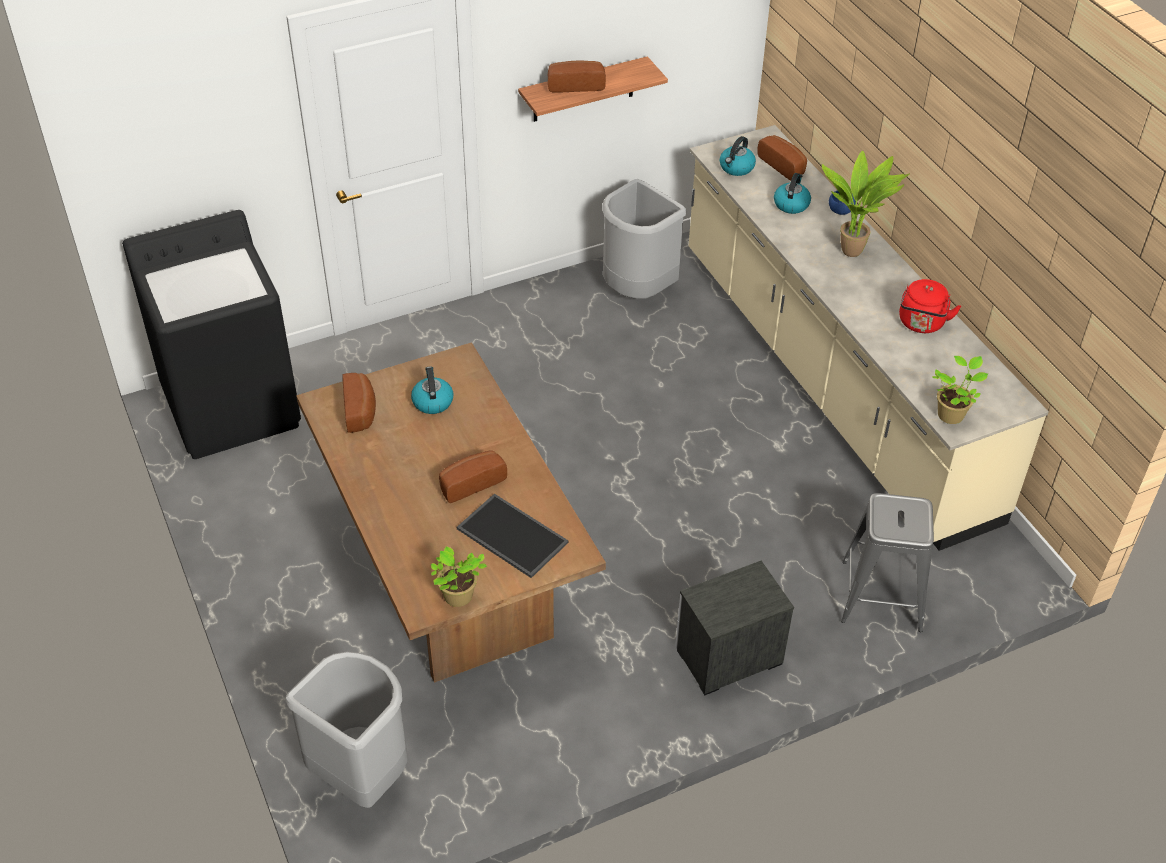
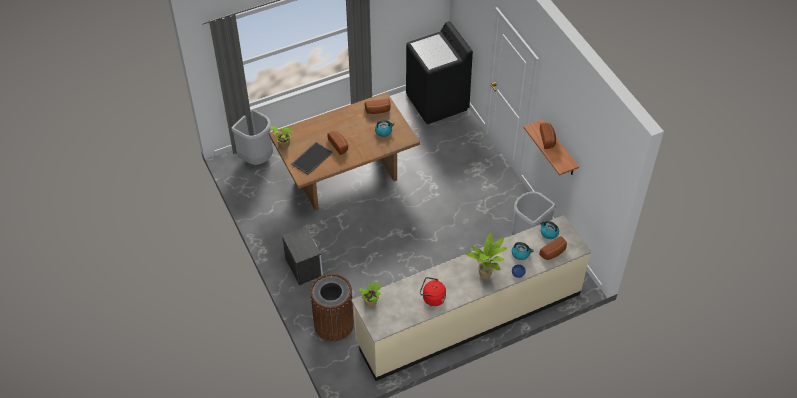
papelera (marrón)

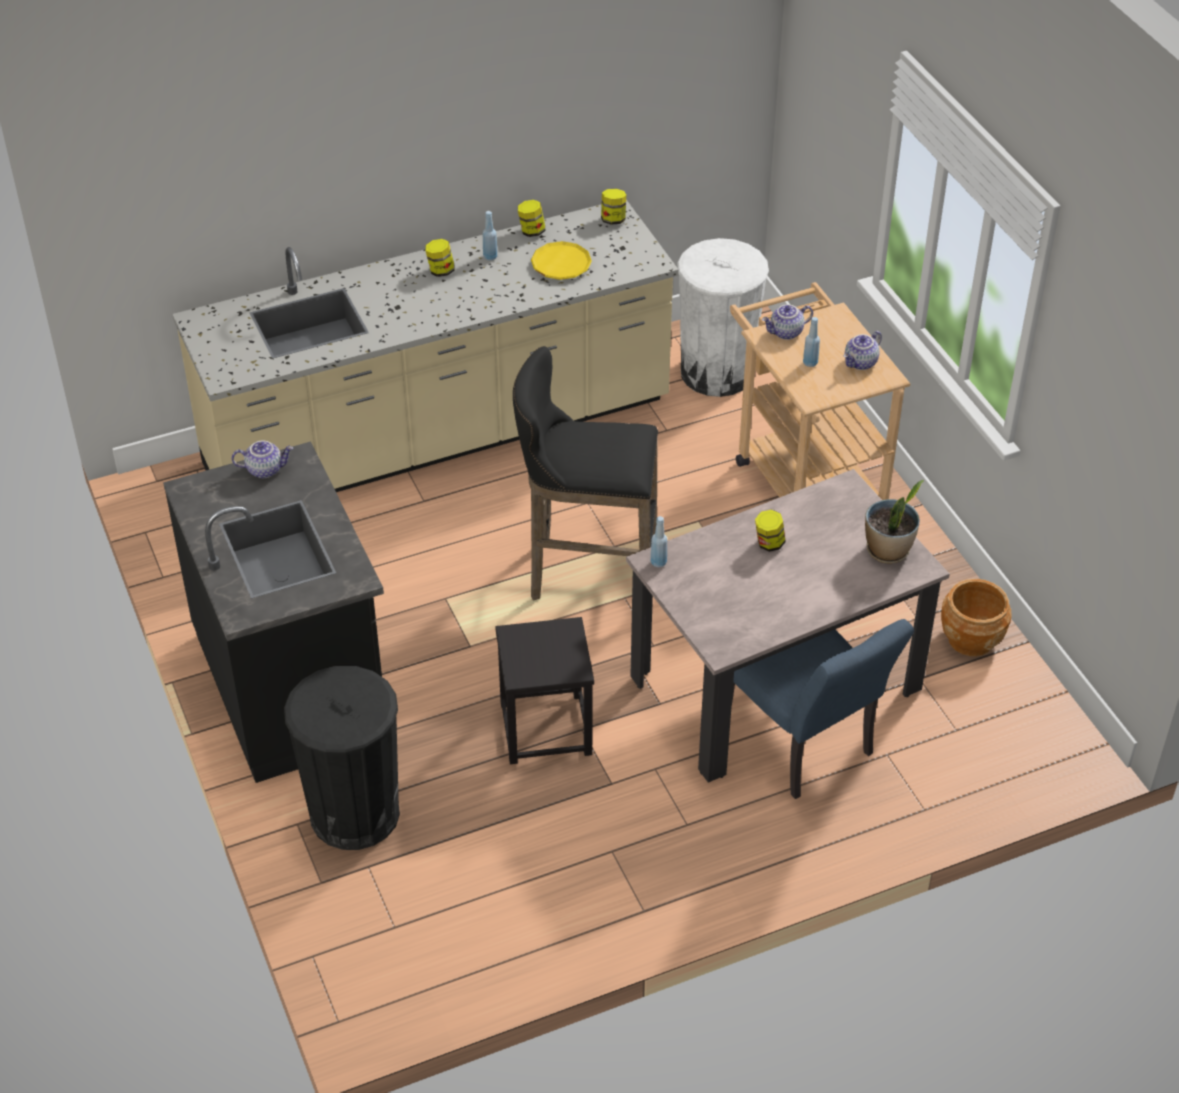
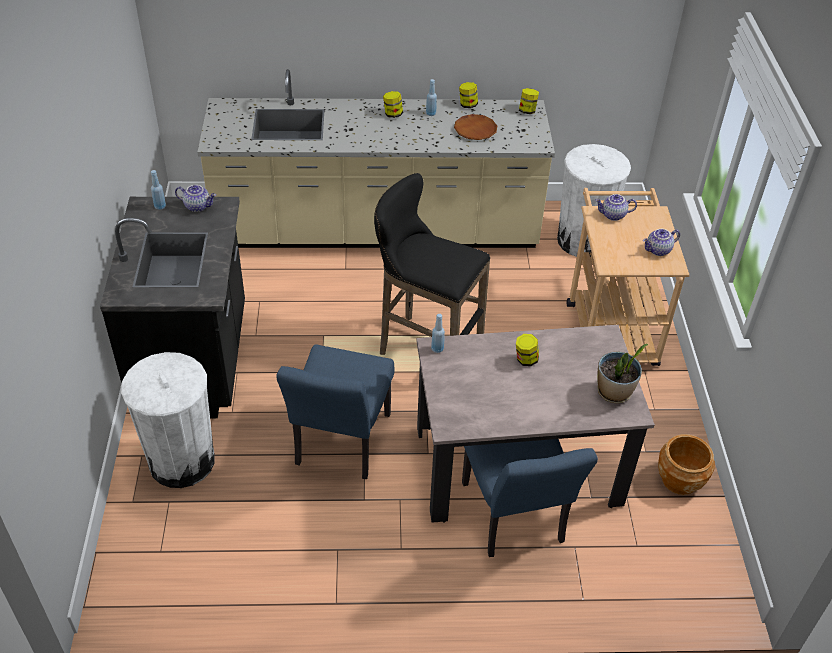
plato (marrón)
botella (azul) (no. 1 from left)
silla (azul) (no. 1 from left)
papelera (blanco) (no. 1 from left)

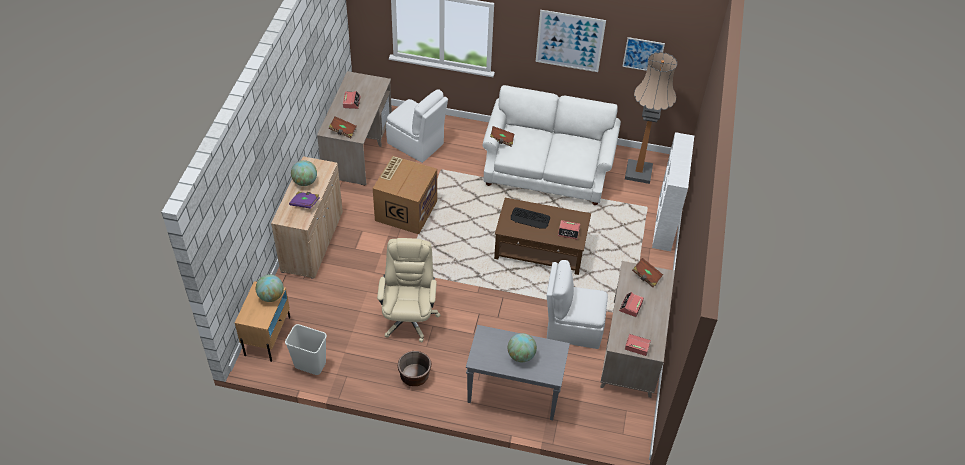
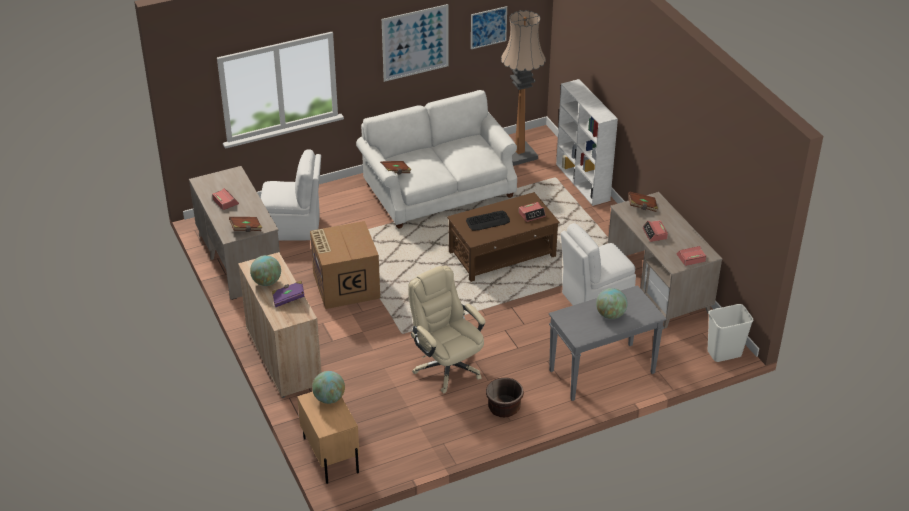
papelera (blanco)

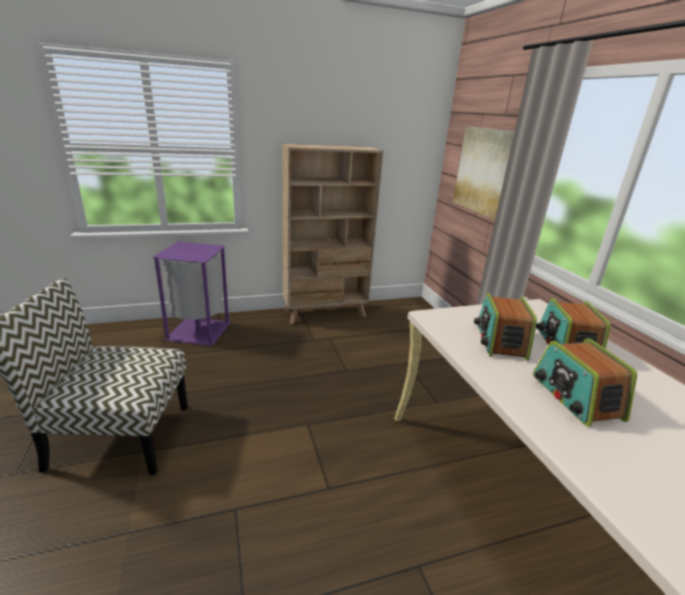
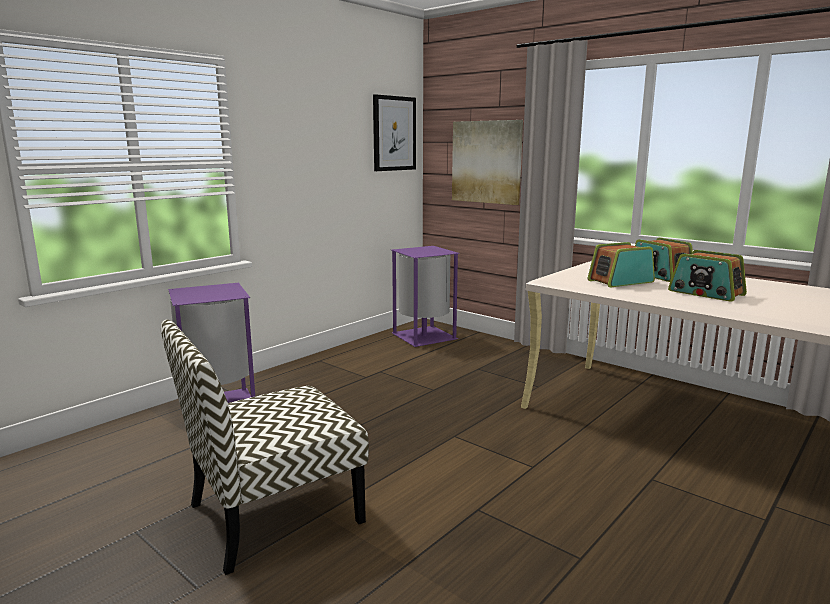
estantería (beis)
radio (no. 1 from left)
cuadro (no. 1 from left)
papelera (morado) (no. 2 from left)

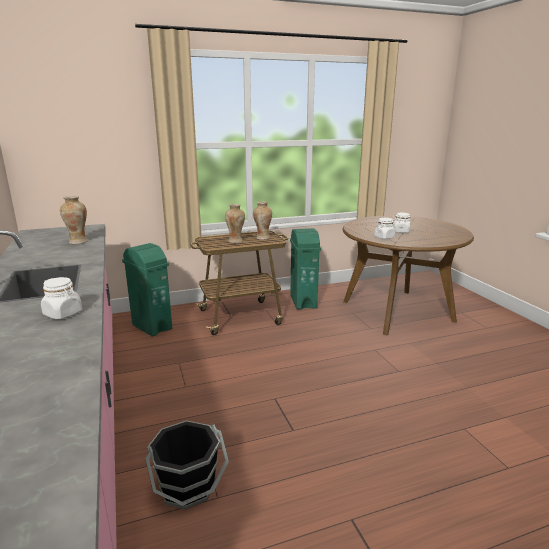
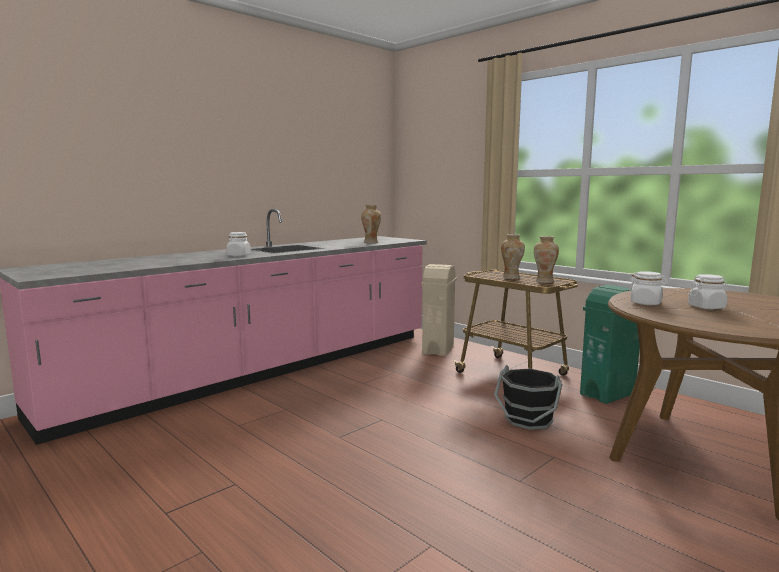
papelera (beis)
cubo (negro)

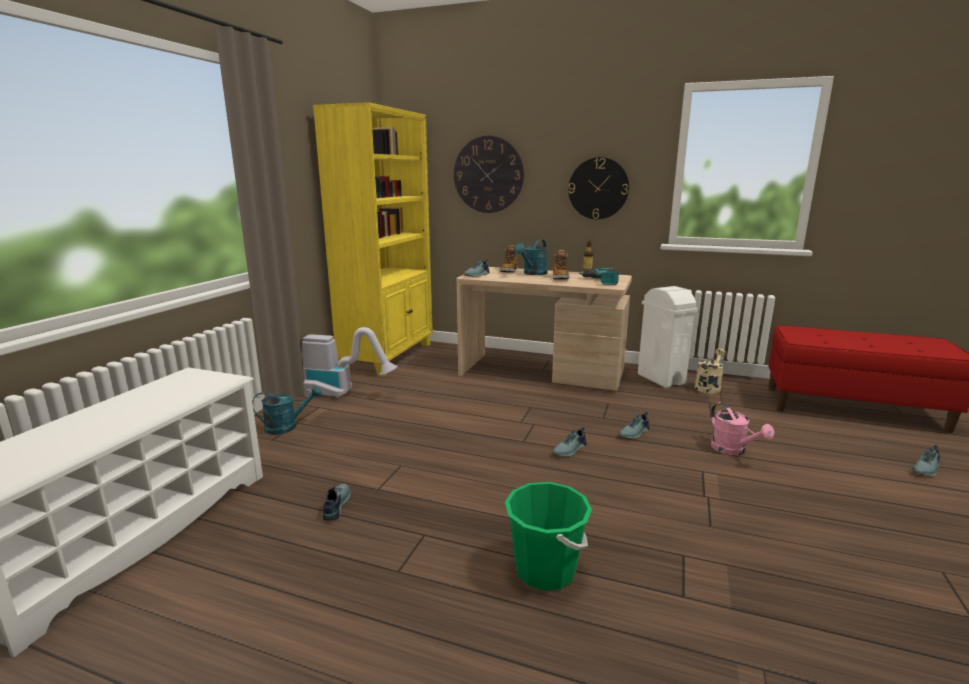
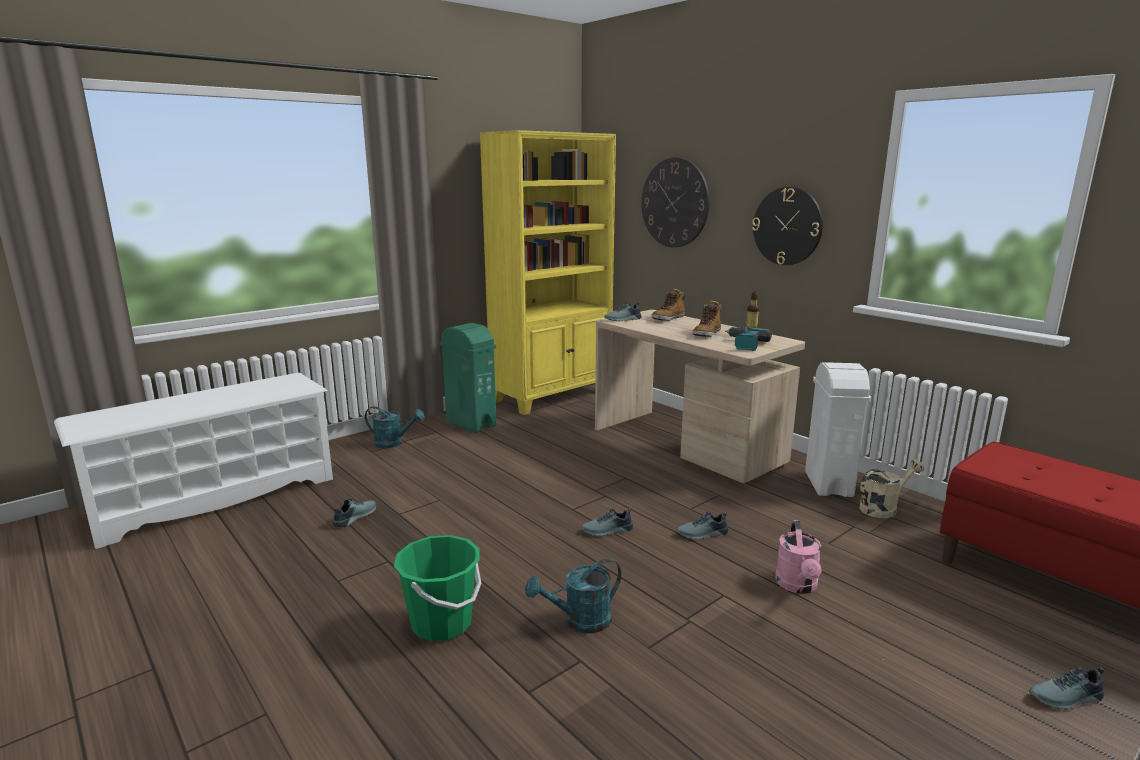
regadera (turquesa) (no. 2 from left)
papelera (verde)

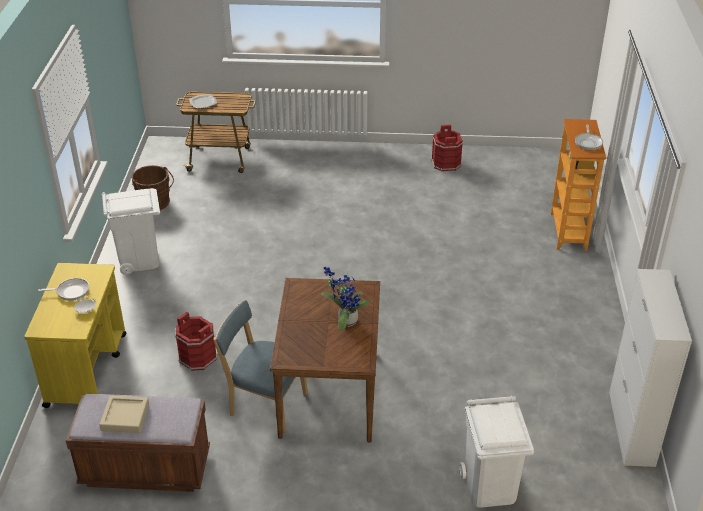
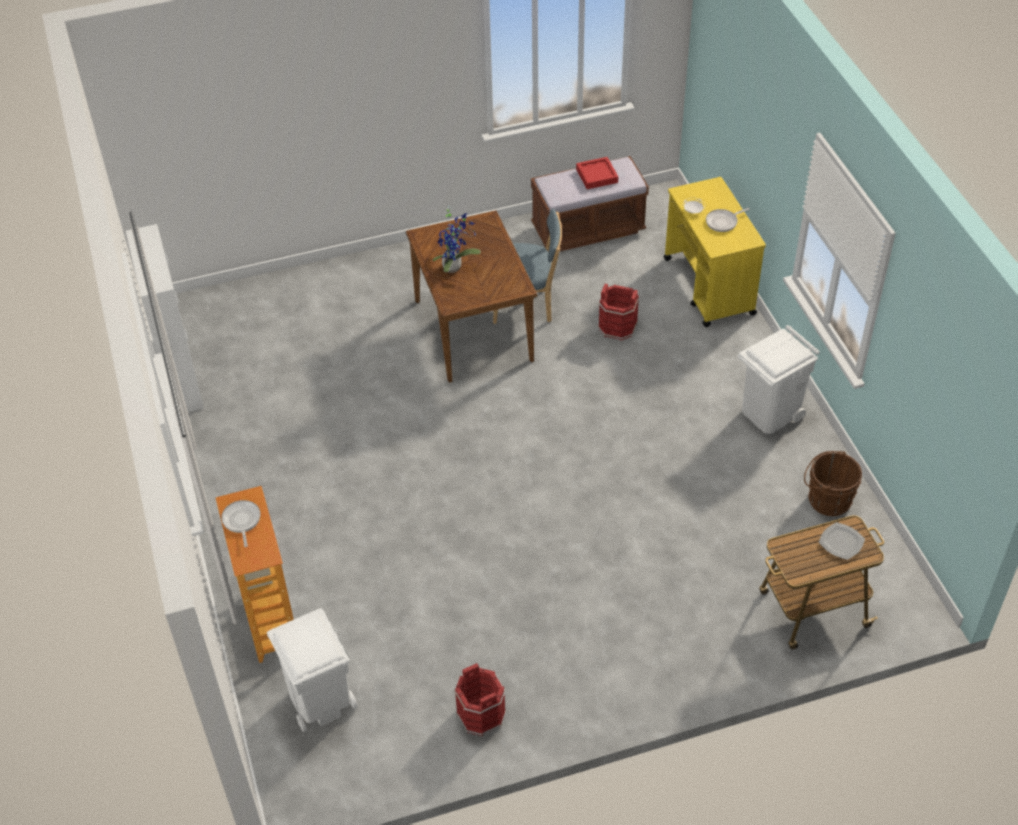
bandeja (rojo)
papelera (blanco) (no. 1 from left)

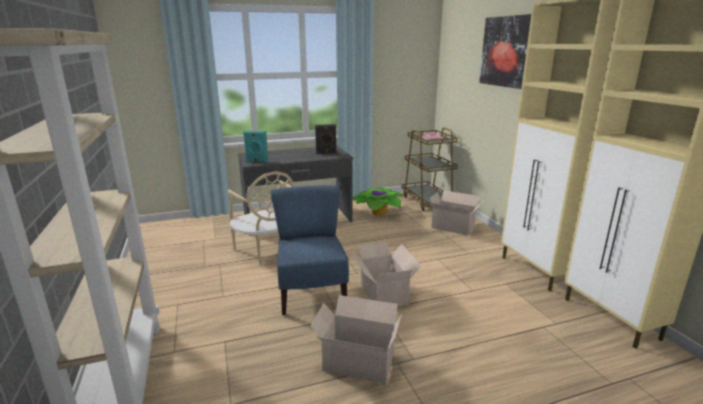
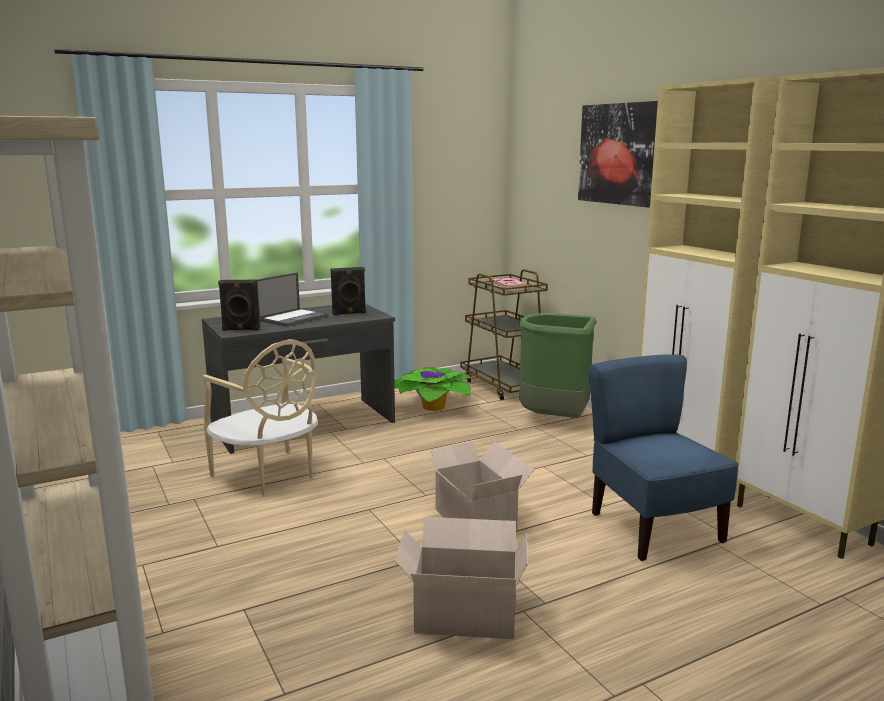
altavoz (negro) (no. 1 from left)
silla (azul)
papelera (verde)
portátil

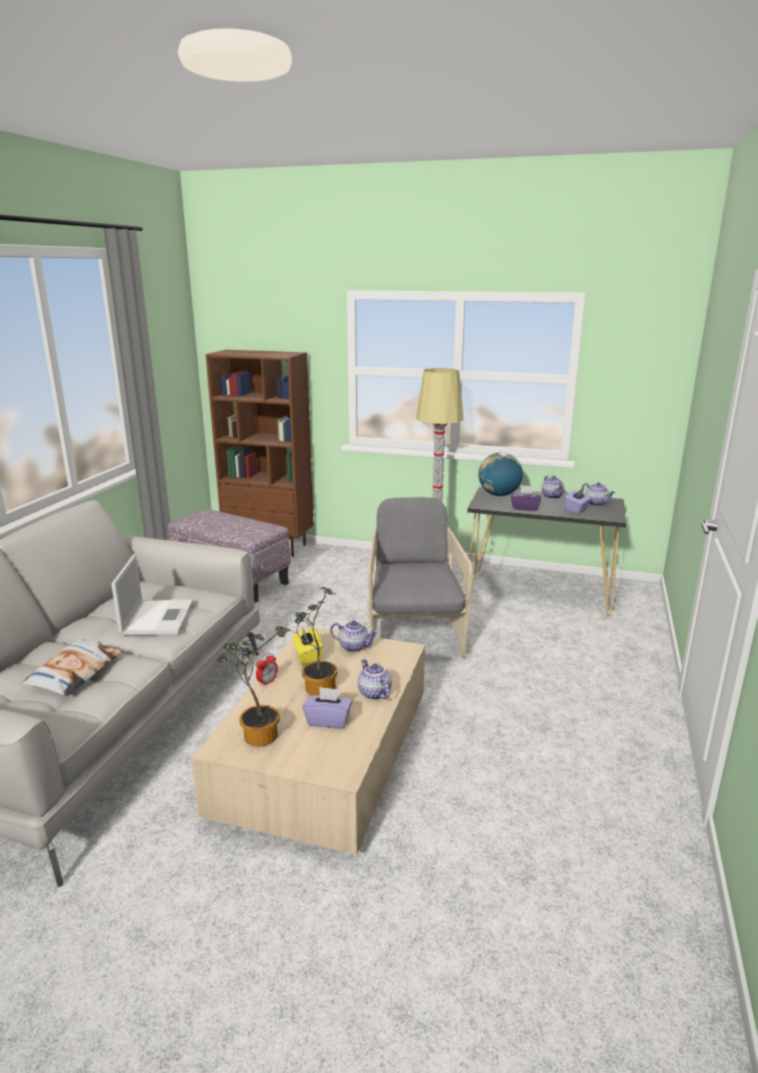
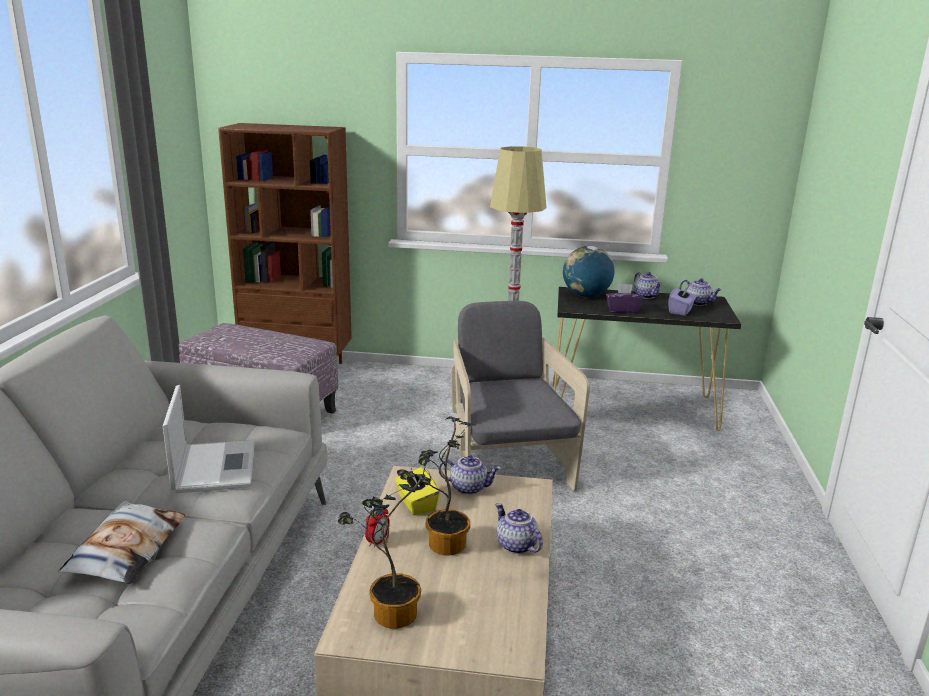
caja de pañuelos (morado) (no. 1 from left in the first image)

